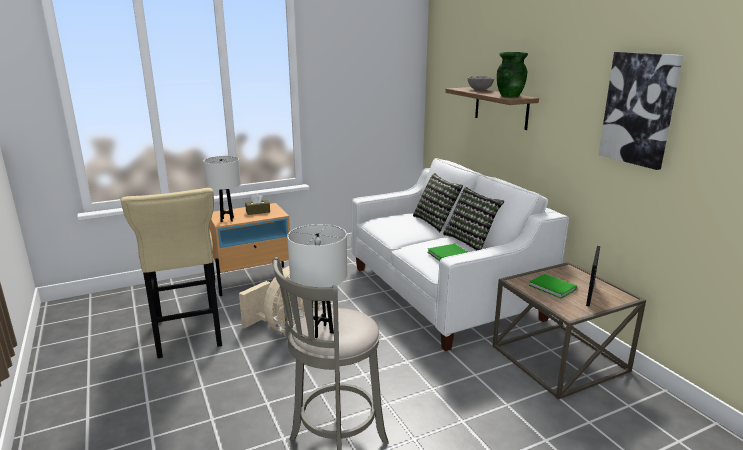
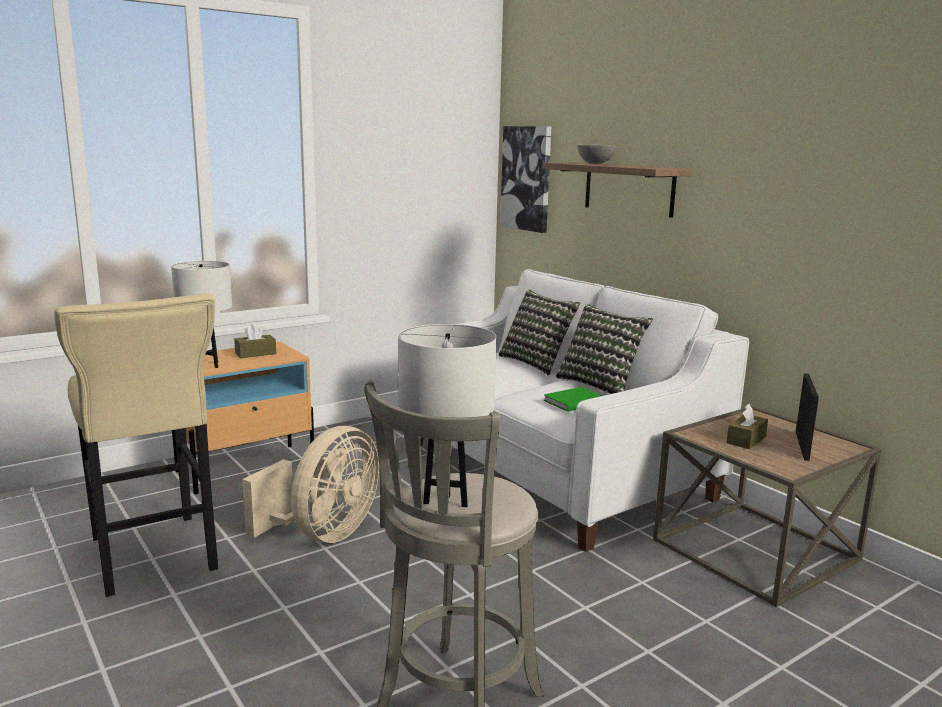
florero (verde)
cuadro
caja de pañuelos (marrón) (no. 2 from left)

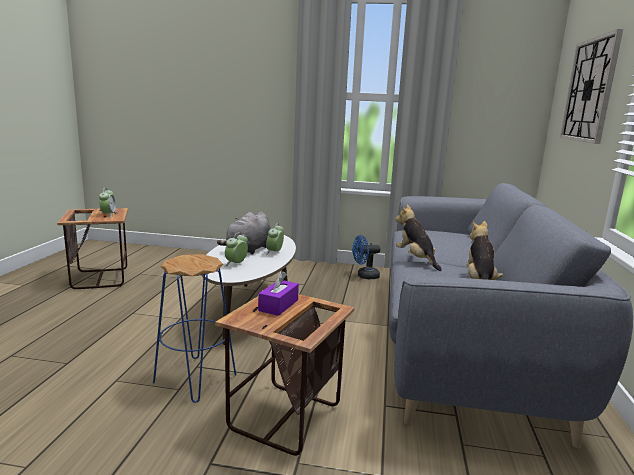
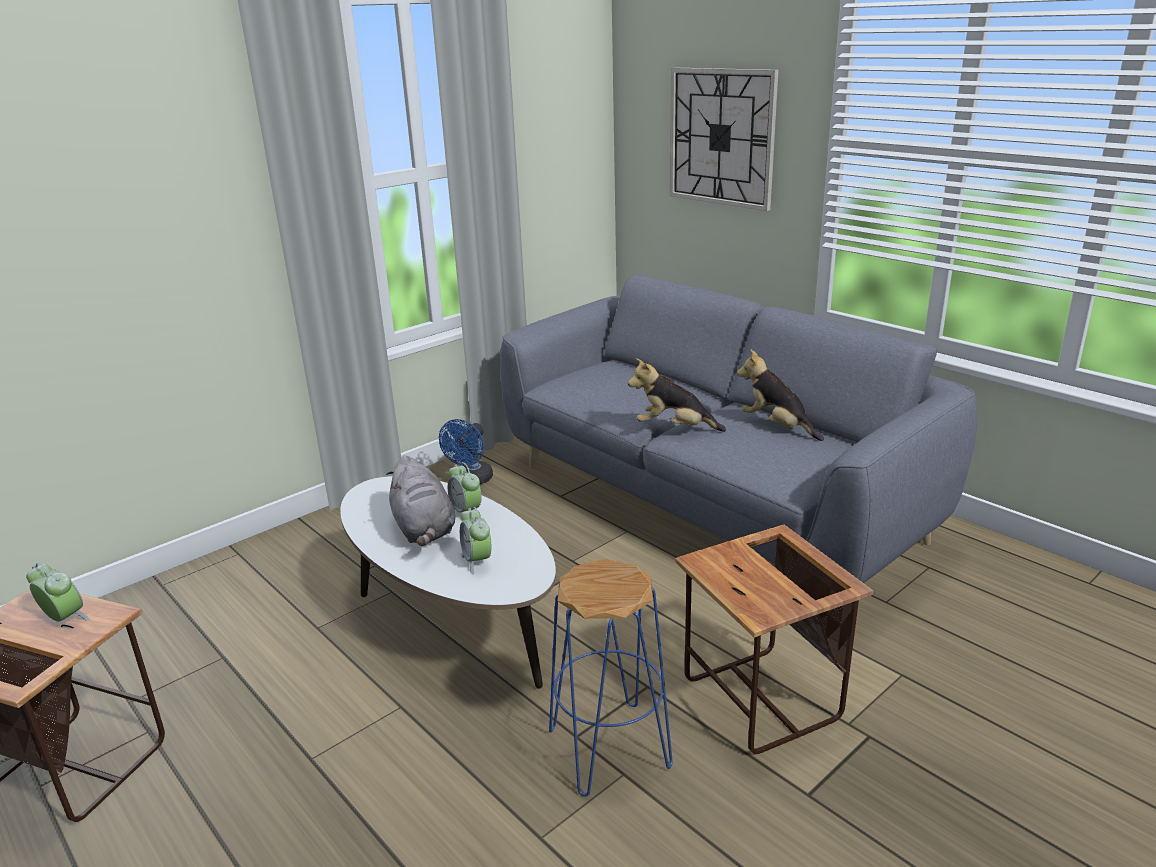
caja de pañuelos (morado)

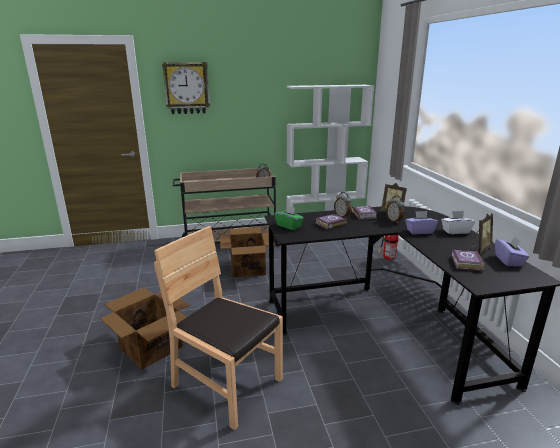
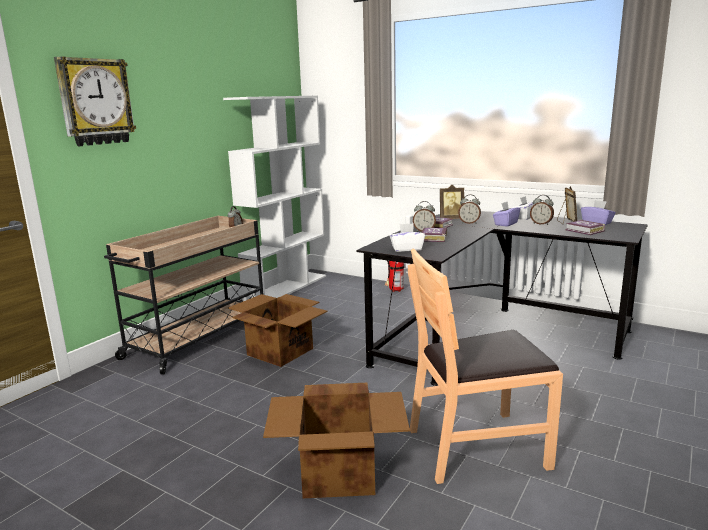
caja de pañuelos (blanco) (no. 1 from left)
despertador (no. 4 from left)

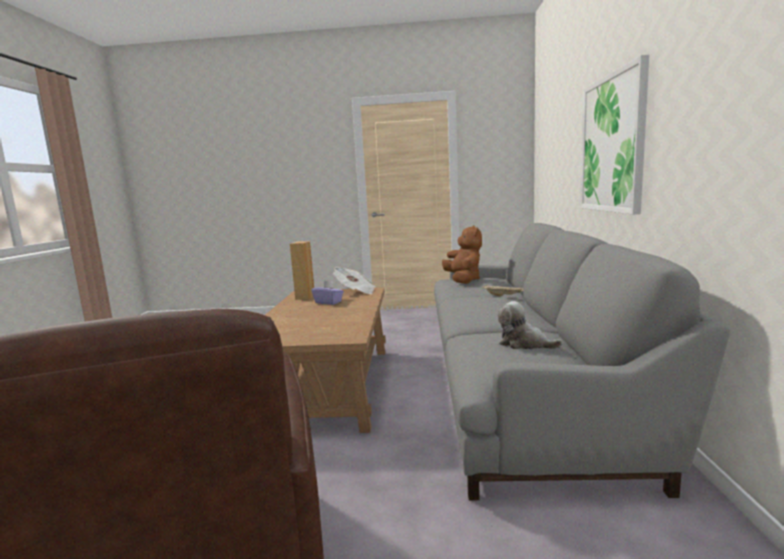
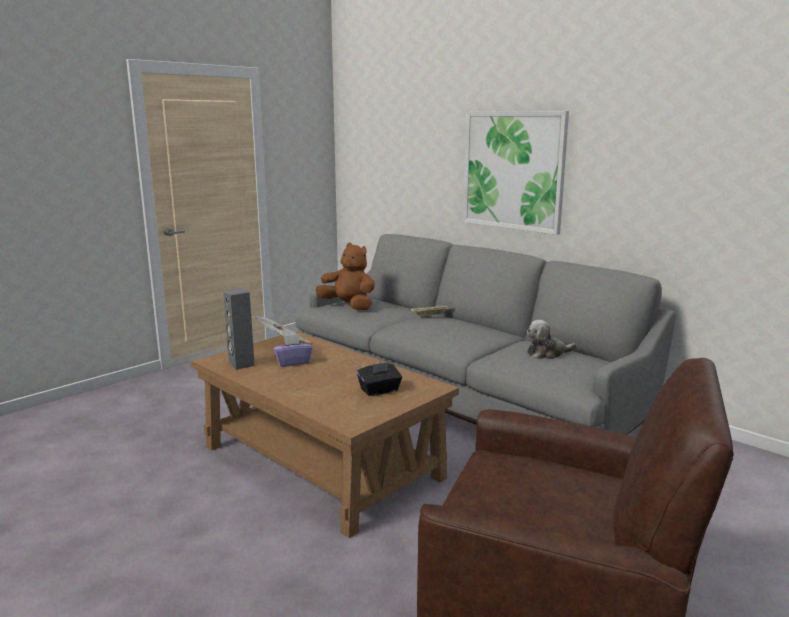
altavoz (gris)
caja de pañuelos (negro)

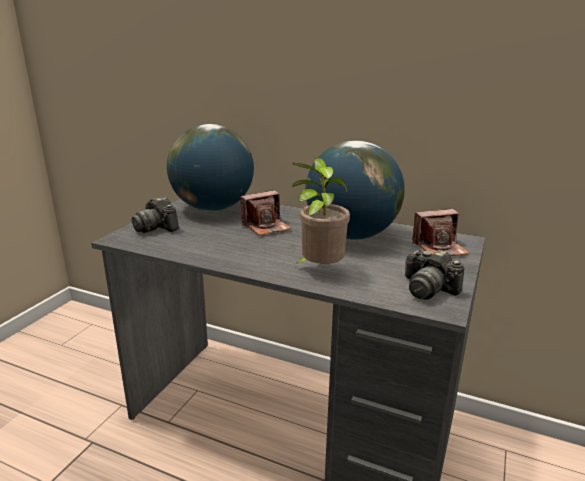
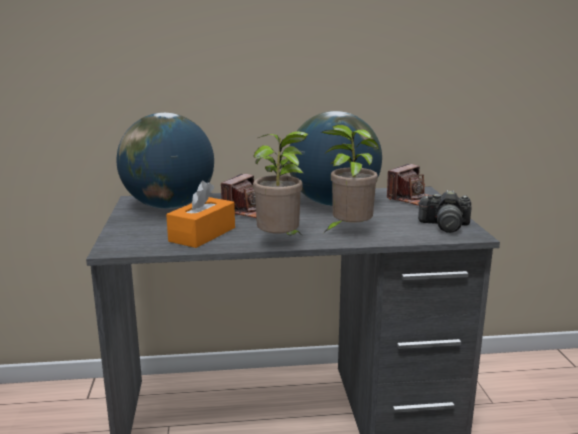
cámara (no. 1 from left in the first image)
planta en maceta (no. 1 from left)
caja de pañuelos (naranja)

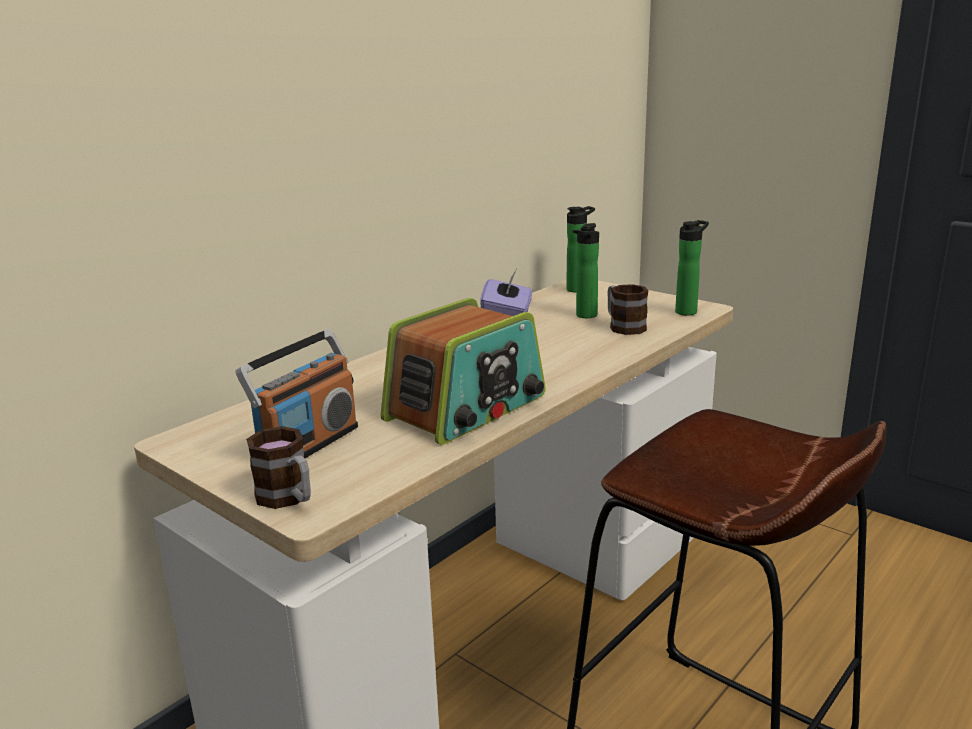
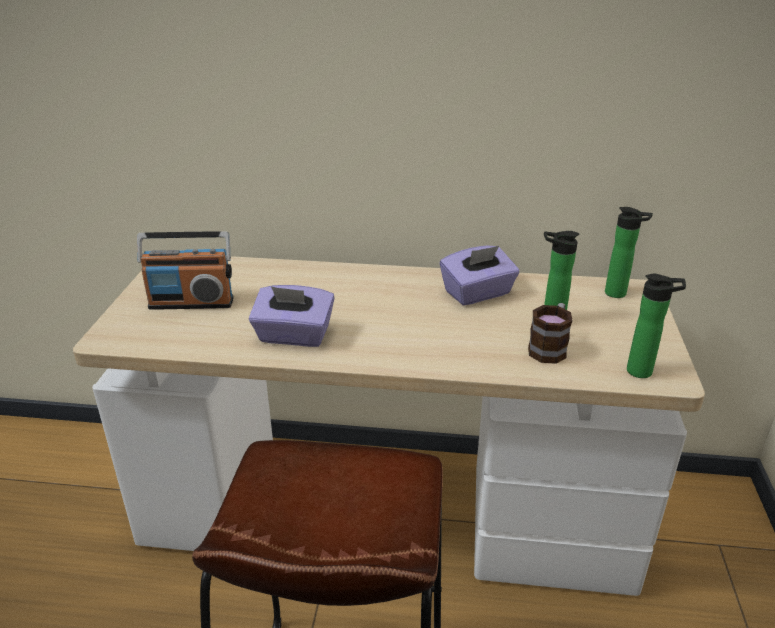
caja de pañuelos (morado) (no. 1 from left)
taza grande (no. 1 from left in the first image)

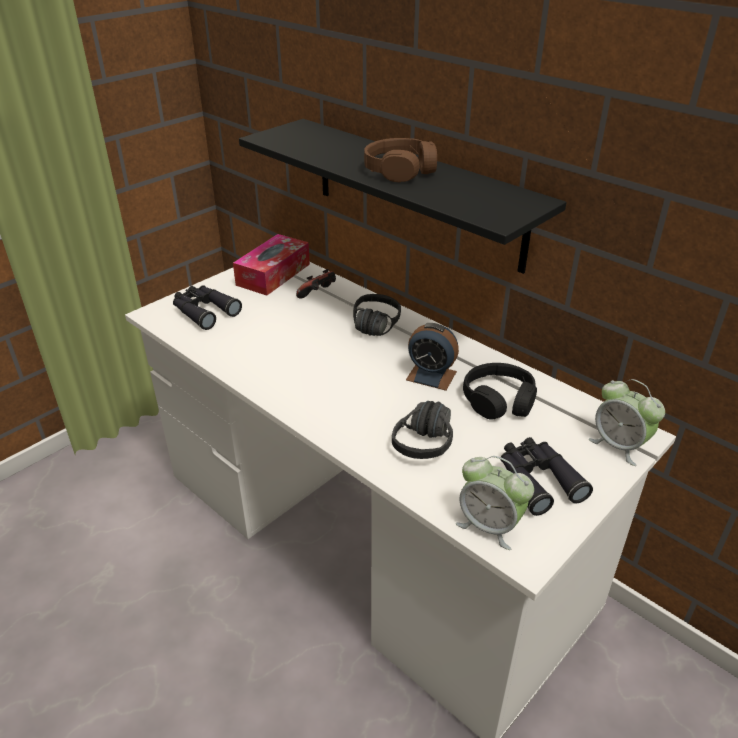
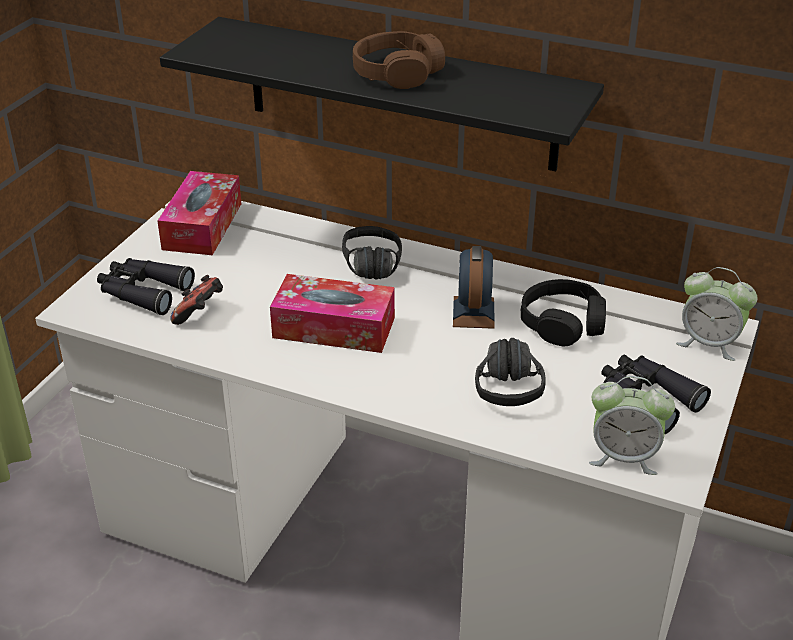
mando de consola
despertador (no. 1 from left)
caja de pañuelos (no. 2 from left)

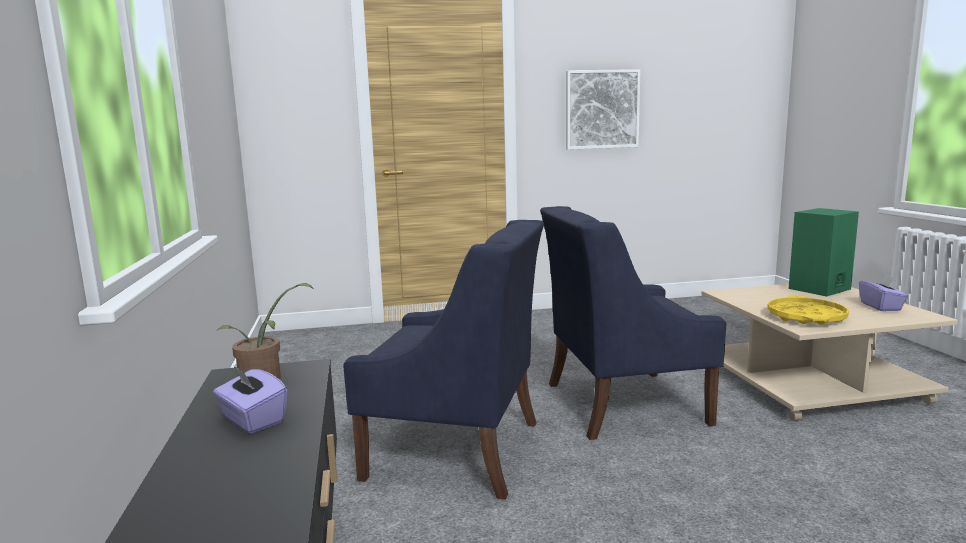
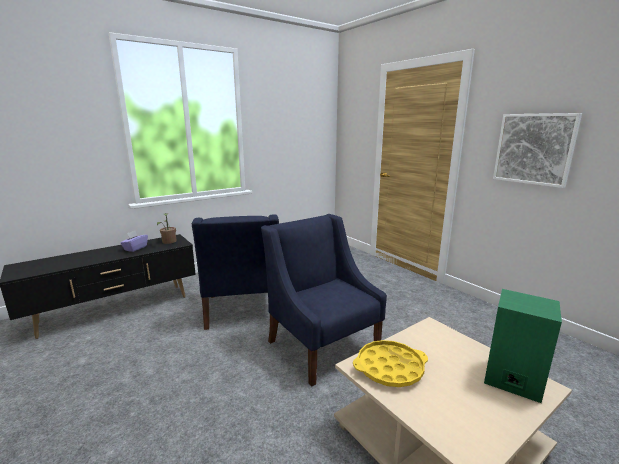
caja de pañuelos (morado) (no. 2 from left in the first image)

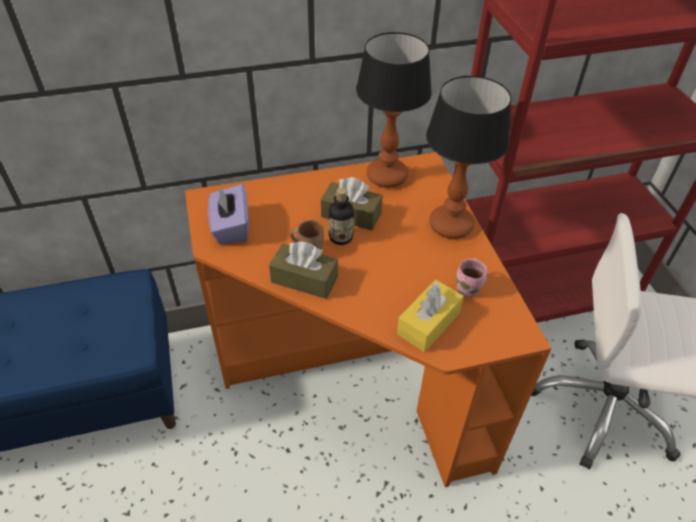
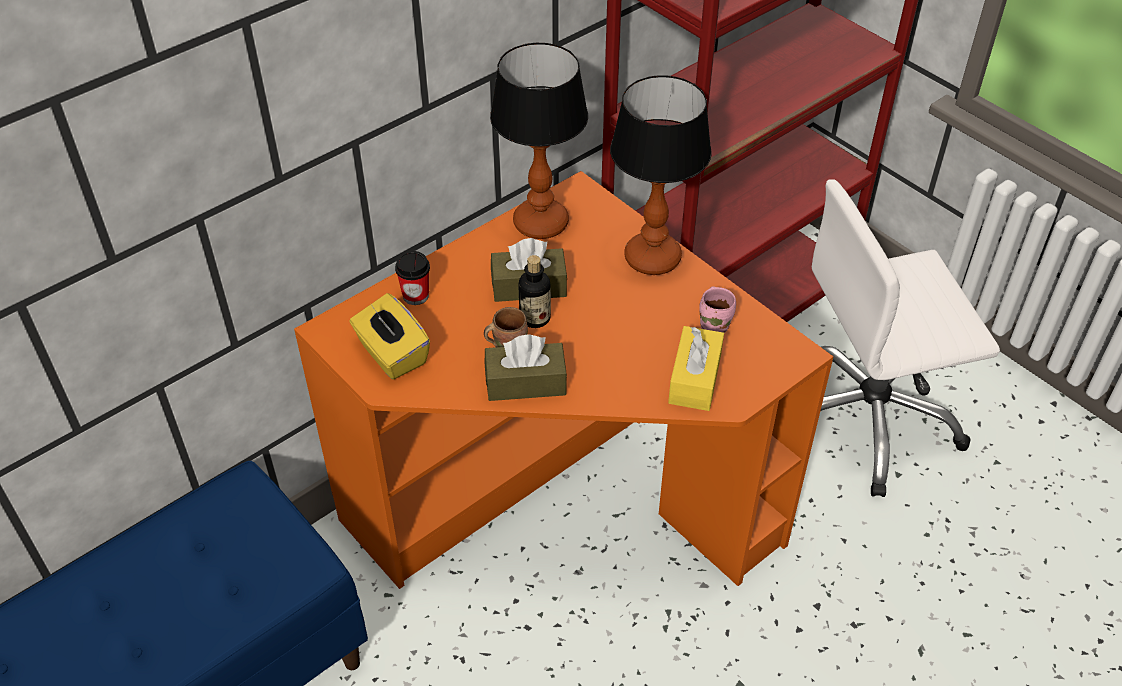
caja de pañuelos (amarillo) (no. 1 from left)
taza

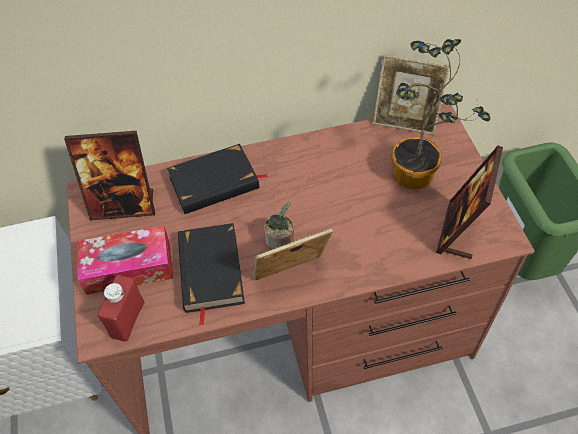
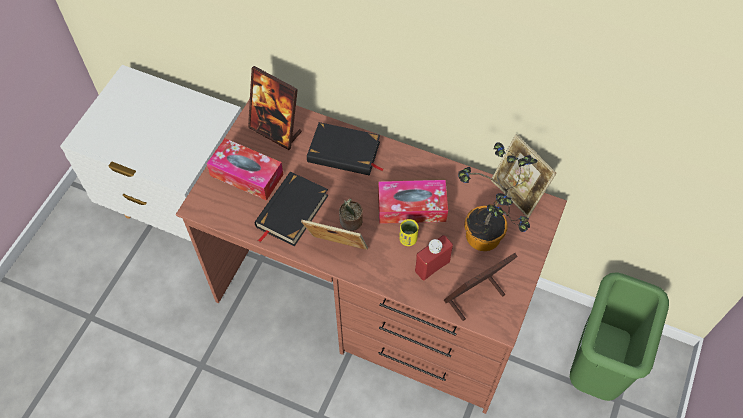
botella (rojo)
caja de pañuelos (no. 2 from left)
taza (amarillo)

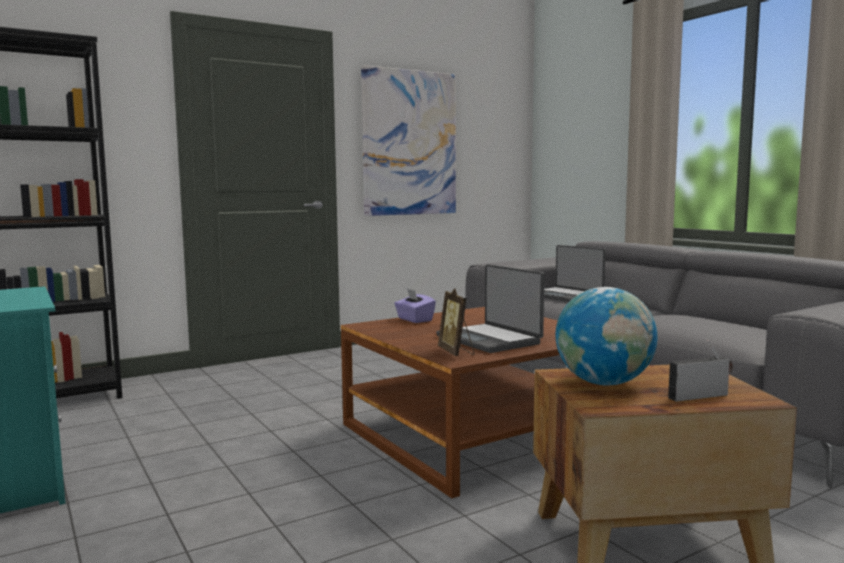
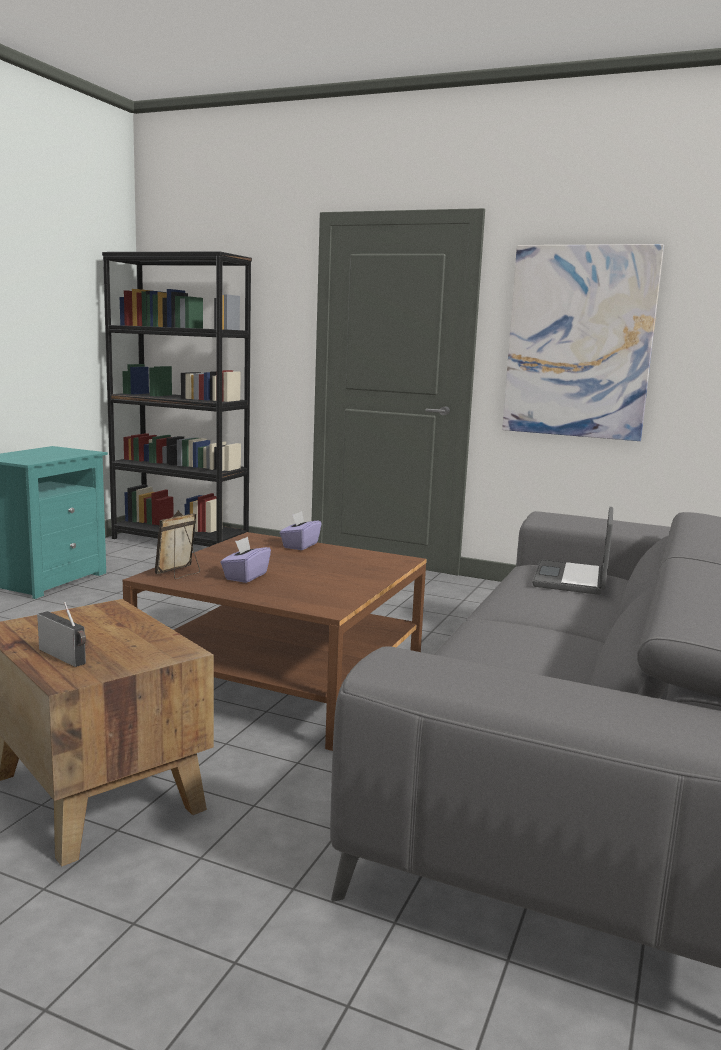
caja de pañuelos (morado) (no. 1 from left)
globo terráqueo

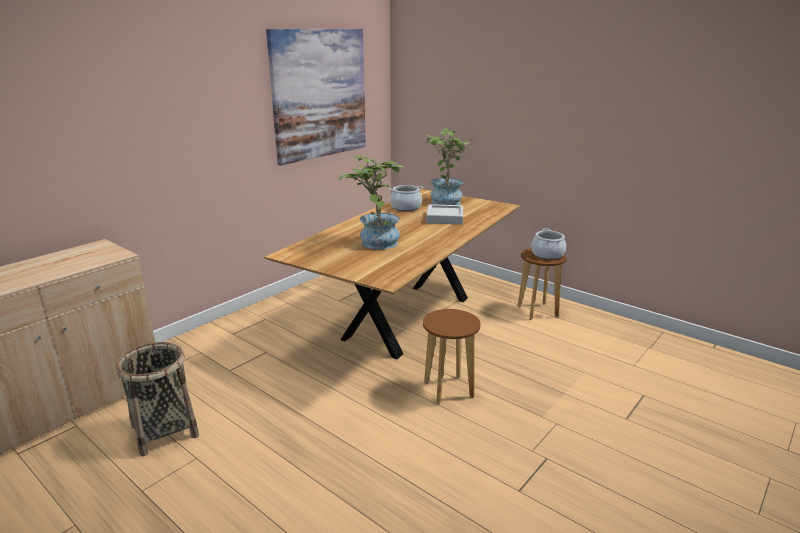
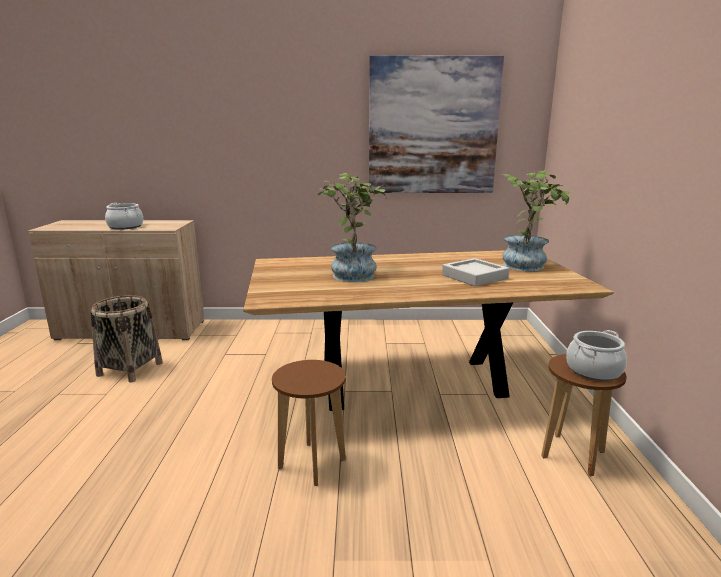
olla (no. 1 from left)

